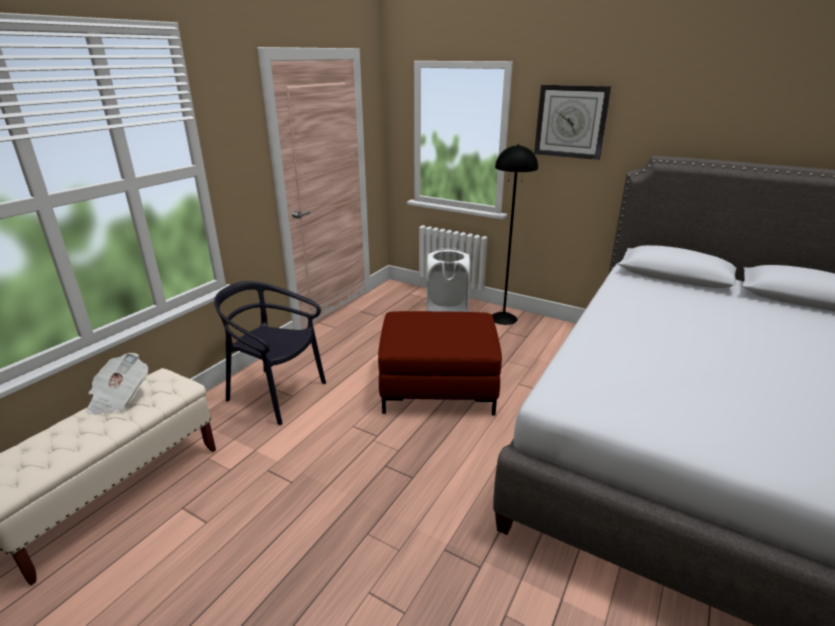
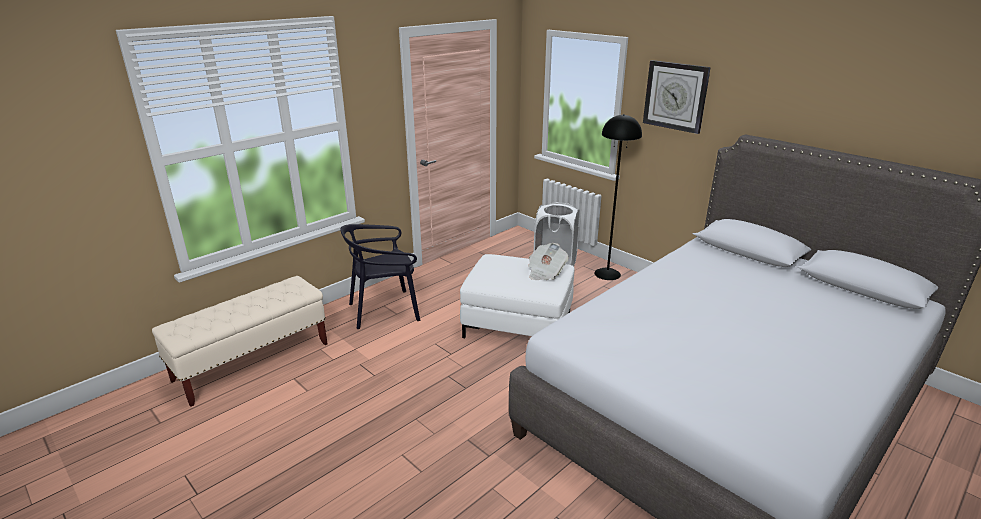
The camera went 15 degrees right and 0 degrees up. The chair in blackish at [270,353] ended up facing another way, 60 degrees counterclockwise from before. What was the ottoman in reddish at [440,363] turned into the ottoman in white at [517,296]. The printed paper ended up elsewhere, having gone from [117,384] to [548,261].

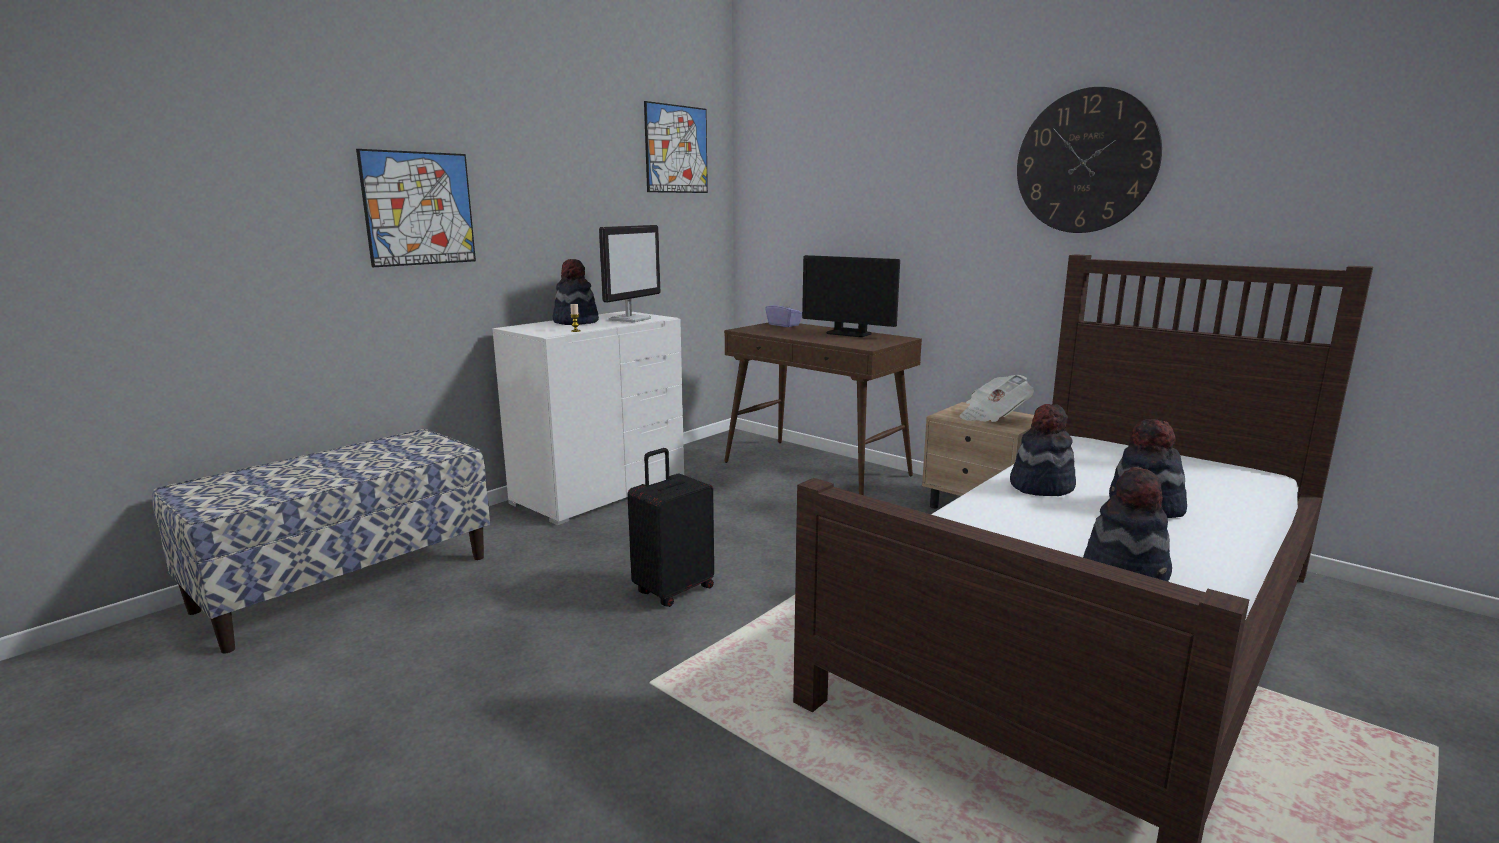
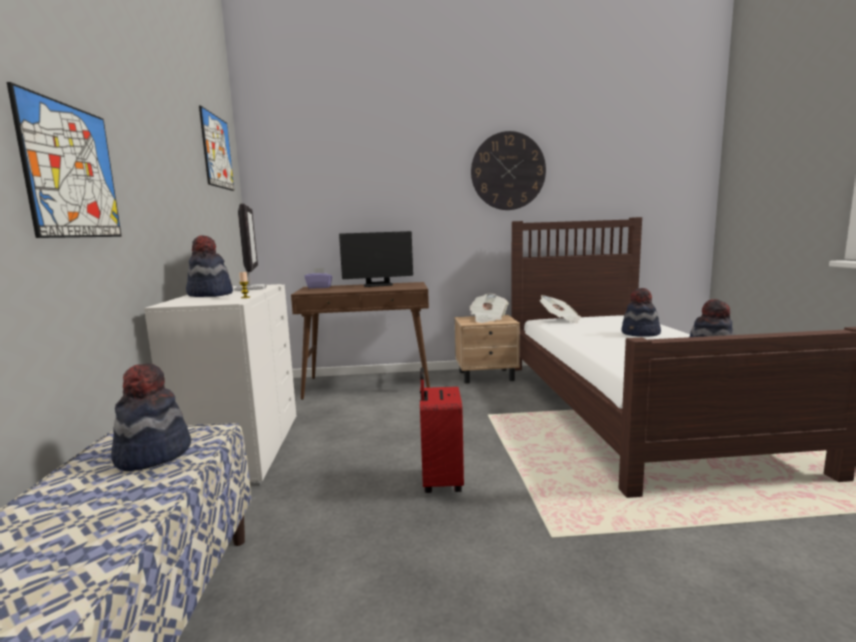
The camera went 45 degrees left and 5 degrees down. The clothing hat ended up elsewhere, having gone from [1043,450] to [151,417]. What was the travel case in blackish at [670,527] turned into the travel case in reddish at [442,430]. The second view gained the printed paper at [560,309].

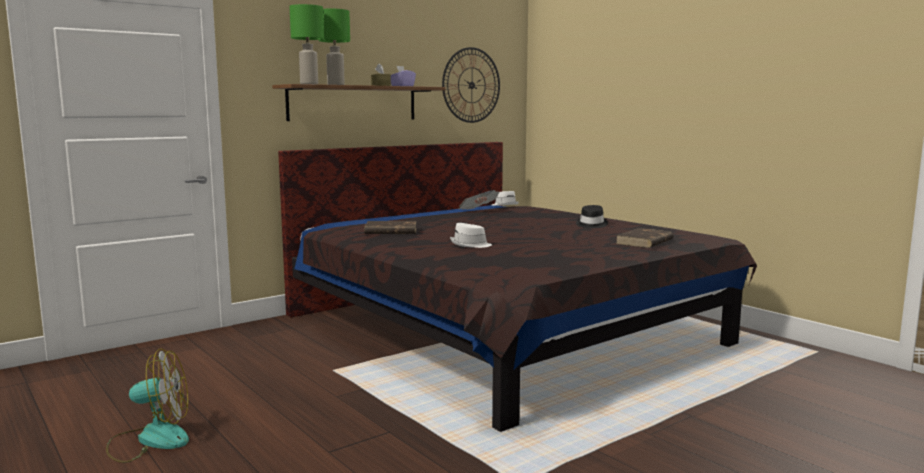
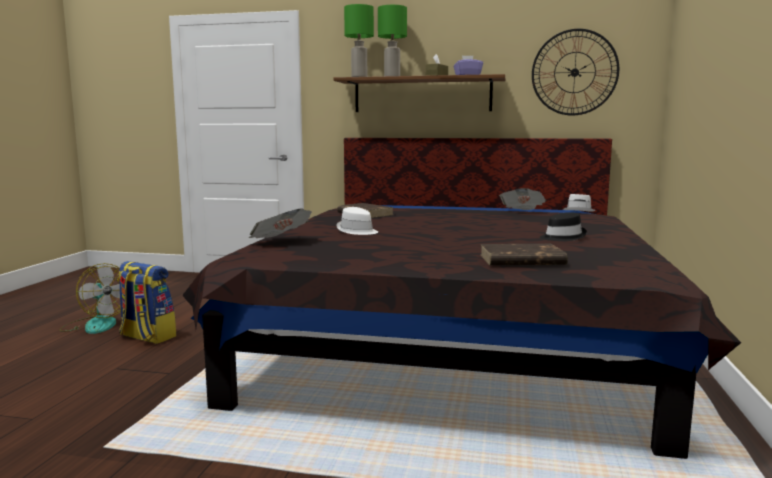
The camera went 50 degrees right and 0 degrees up. The second view gained the printed paper at [280,223]. The second view gained the knapsack at [146,302].

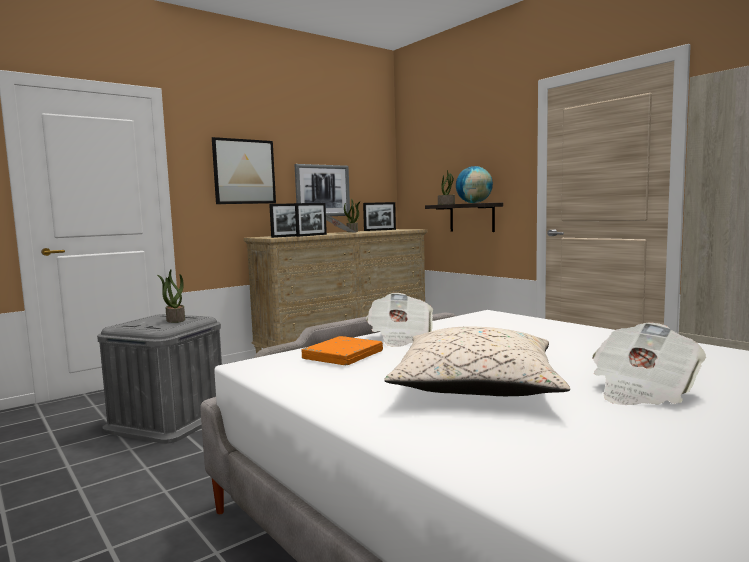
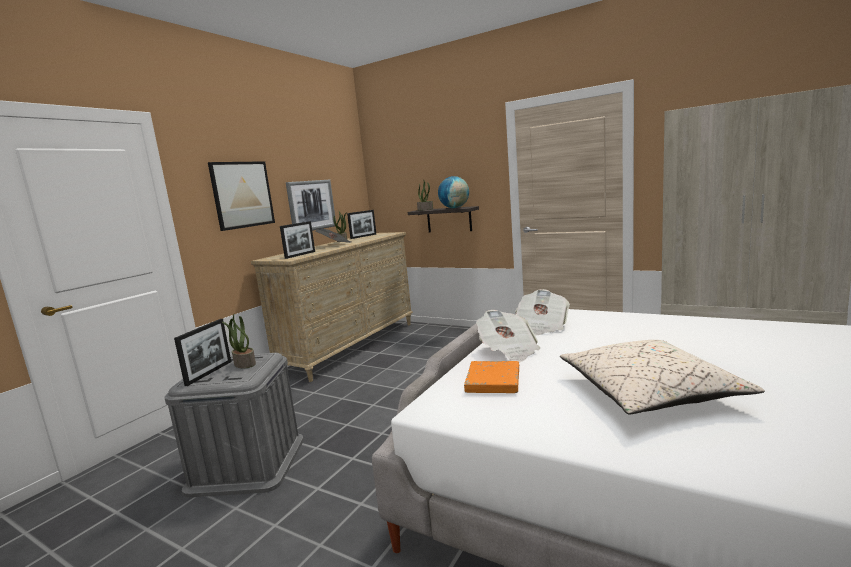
The camera went 20 degrees left and 5 degrees up. The picture frame ended up elsewhere, having gone from [311,220] to [202,352]. The printed paper ended up elsewhere, having gone from [649,363] to [542,312].

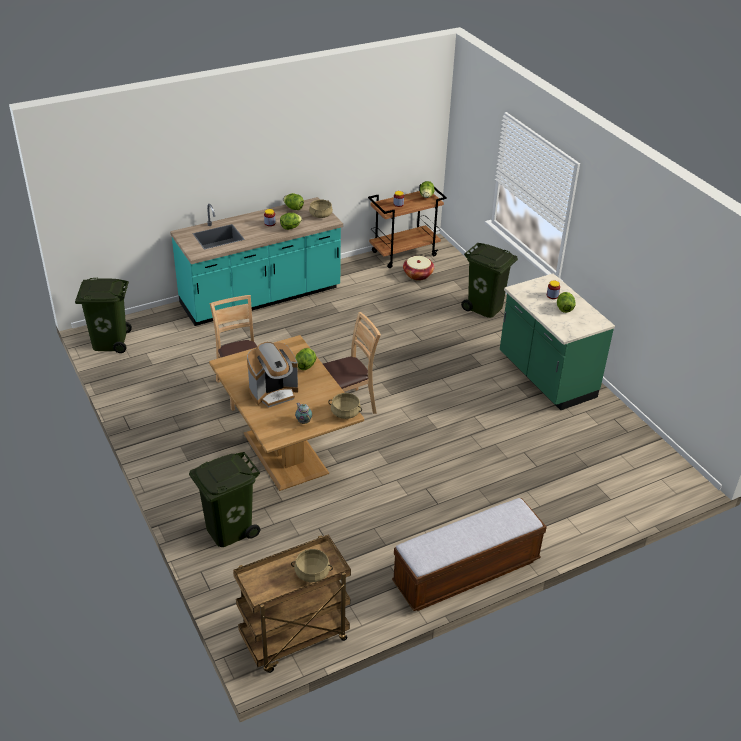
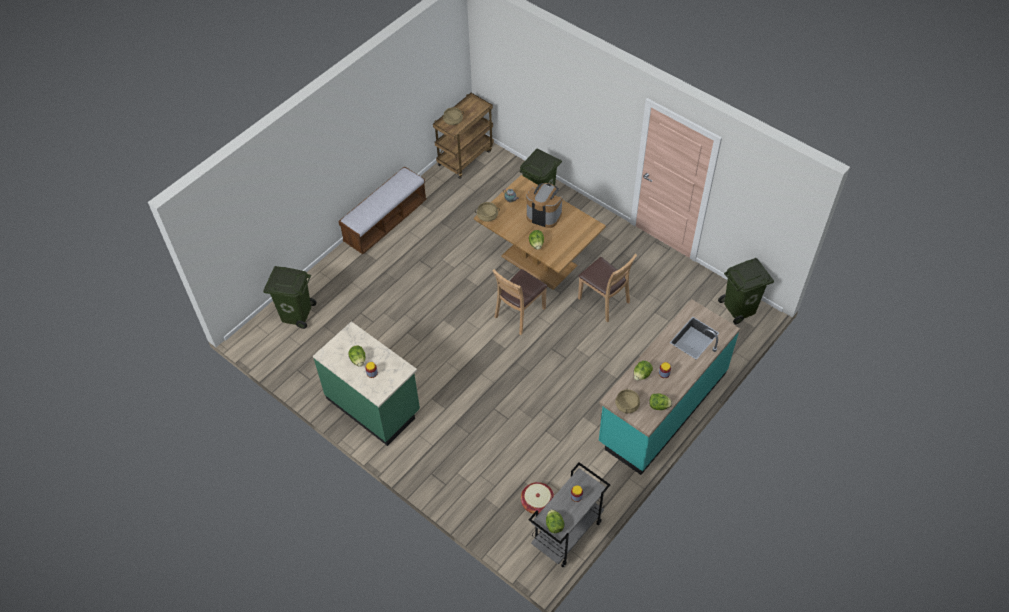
The camera went 160 degrees right and 15 degrees up. What was the cart in brownish at [407,226] turned into the cart in grey at [569,514]. The waste bin in green ended up elsewhere, having gone from [489,280] to [290,297]. The coffee maker at [272,374] ended up facing another way, 75 degrees clockwise from before.

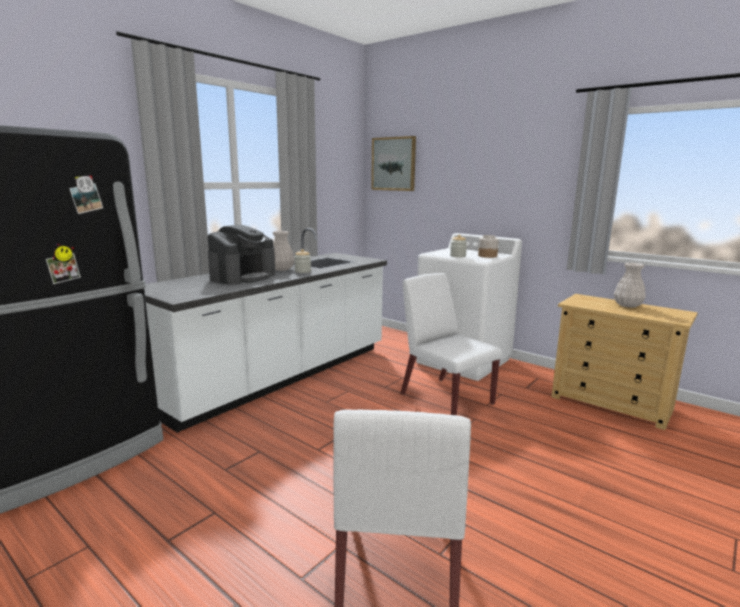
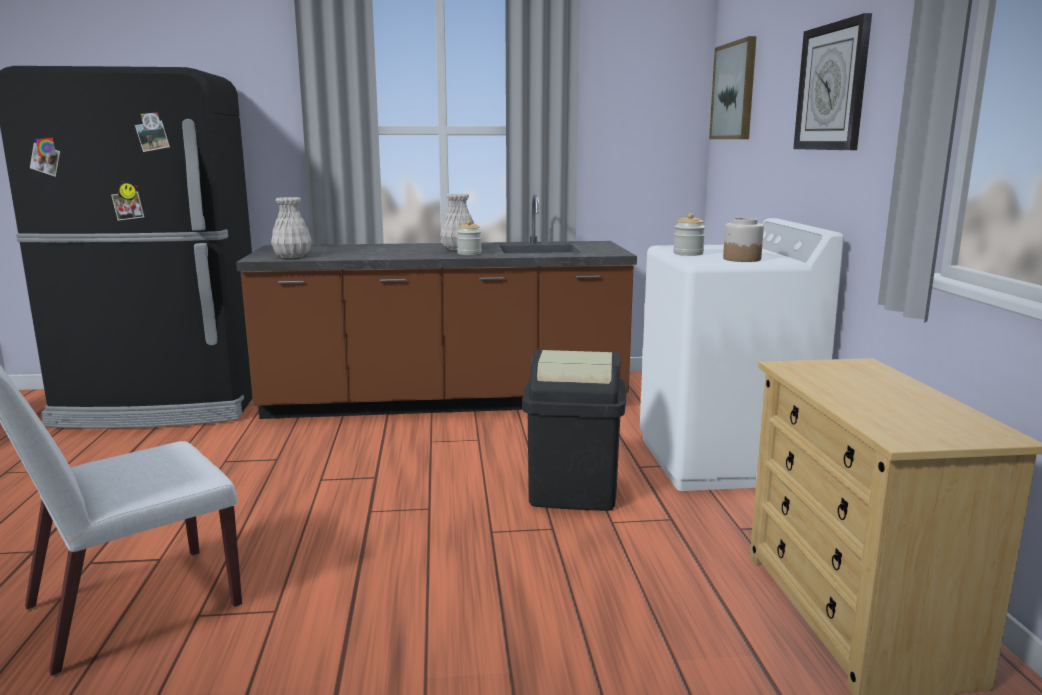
The camera went 45 degrees right and 0 degrees up. The second view lost the coffee maker at [241,255]. What was the kitchen base unit in white at [265,330] turned into the kitchen base unit in brownish at [436,307]. The vase in white ended up elsewhere, having gone from [630,285] to [291,227]. Where the chair in white stood at [451,344], the waste bin in blackish came to stand at [574,430]. The second view gained the wall clock at [832,81].

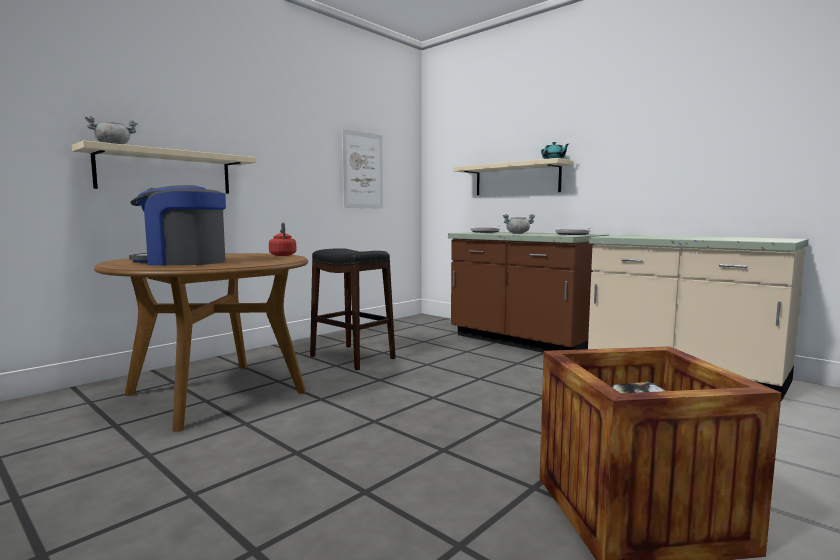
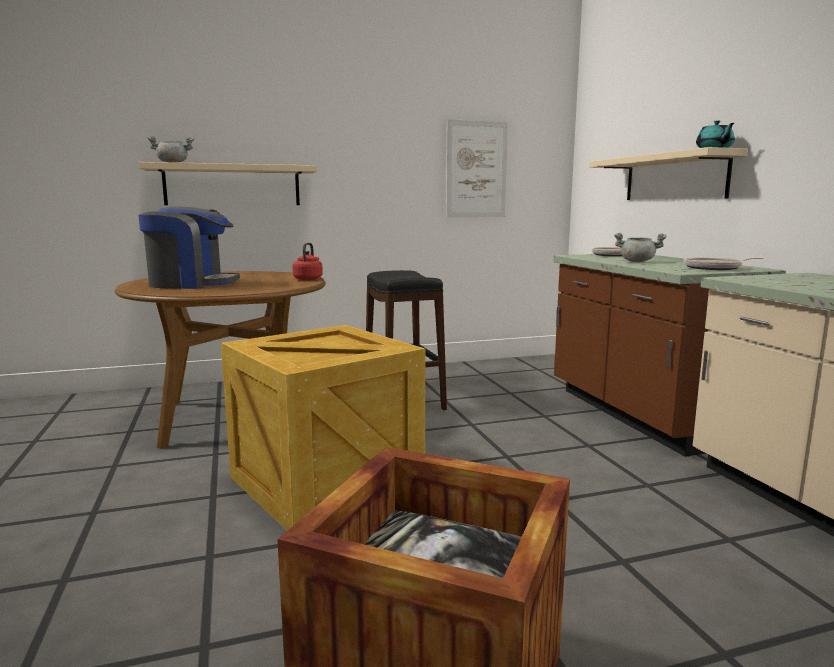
The camera went 30 degrees right and 5 degrees up. The coffee maker at [177,225] ended up facing another way, 150 degrees clockwise from before. The second view gained the crate at [323,427].

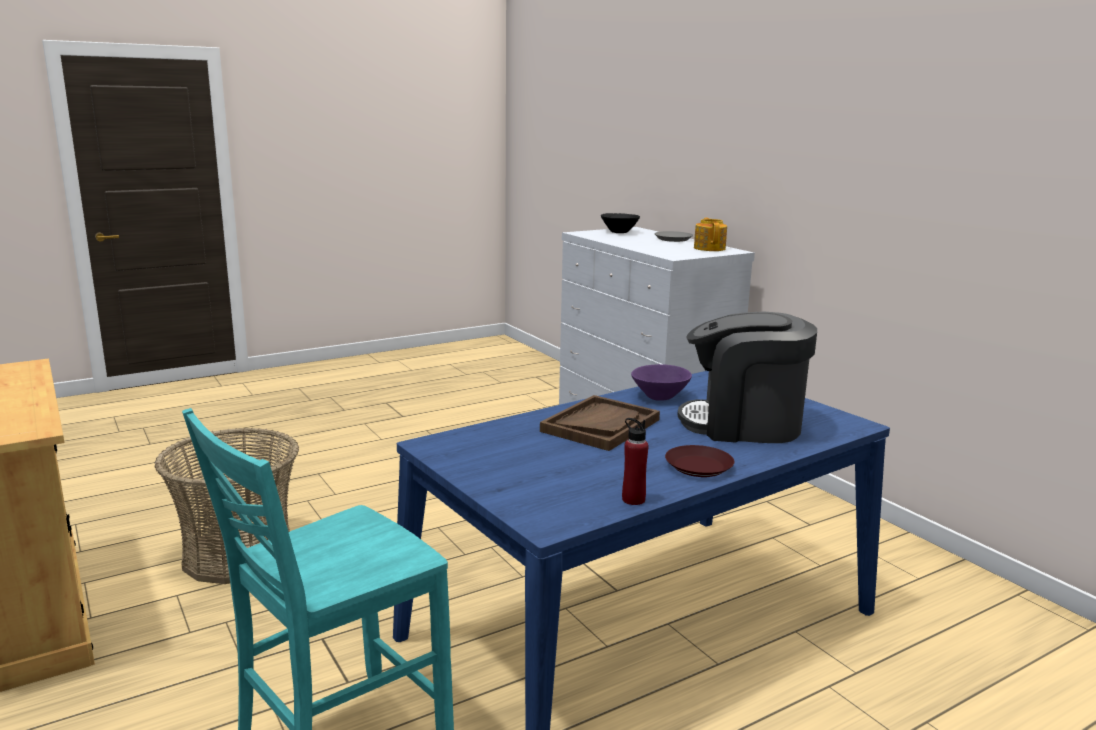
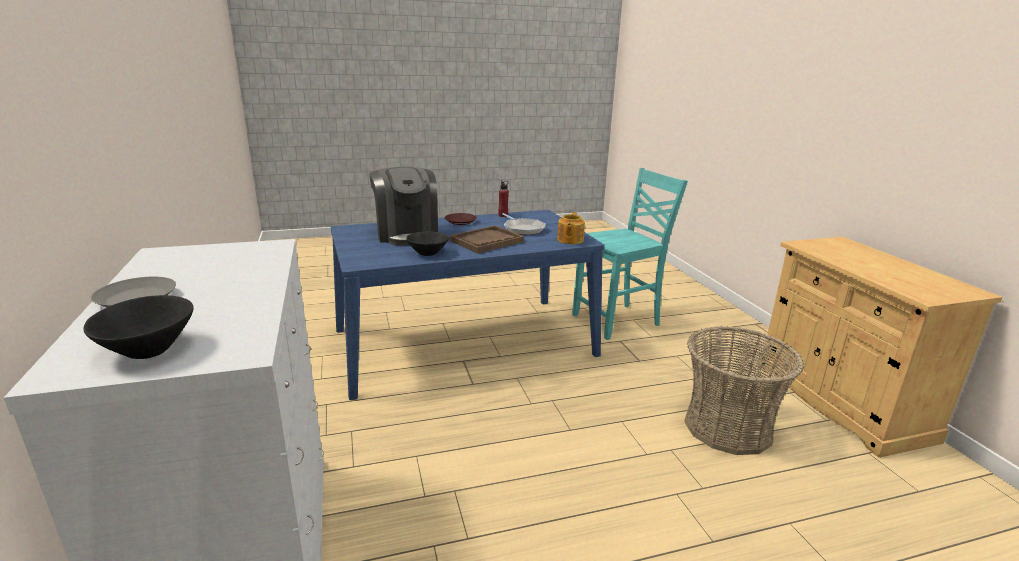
The camera went 165 degrees left and 5 degrees up. The pot for tea ended up elsewhere, having gone from [710,234] to [571,228]. The coffee maker at [747,377] ended up facing another way, 45 degrees clockwise from before. What was the bowl in purple at [661,382] turned into the bowl in blackish at [427,243]. The second view gained the skillet at [524,224].

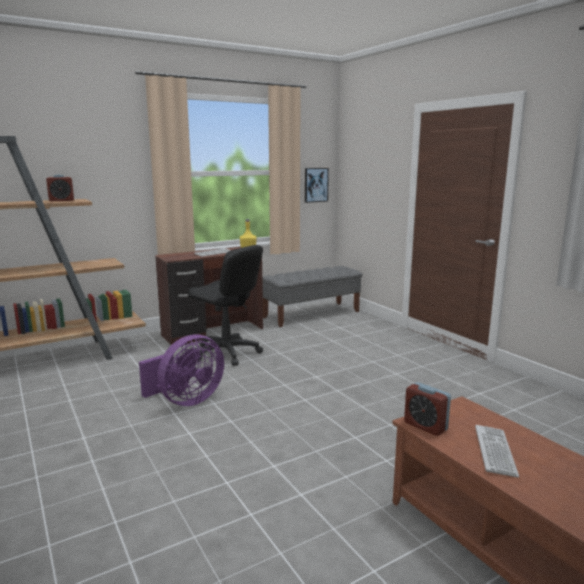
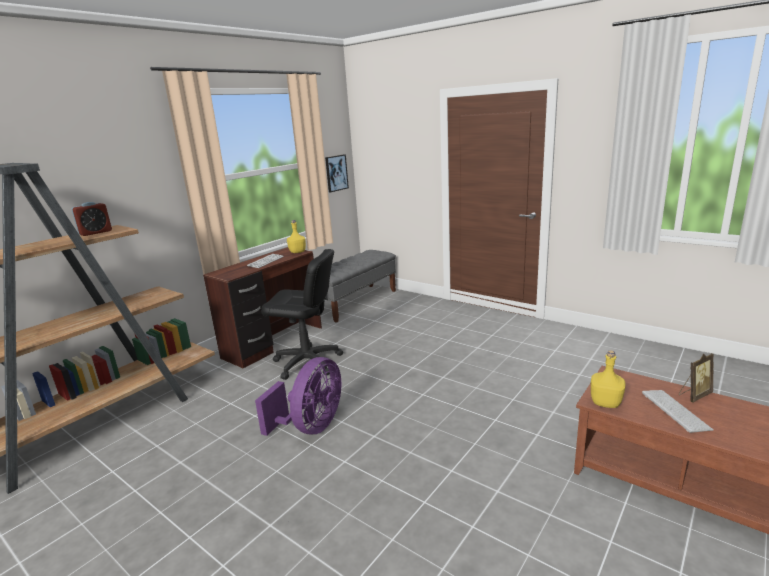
The camera went 20 degrees left and 5 degrees up. Where the alarm clock stood at [427,409], the drink bottle in yellow came to stand at [608,379]. The second view gained the picture frame at [696,377].

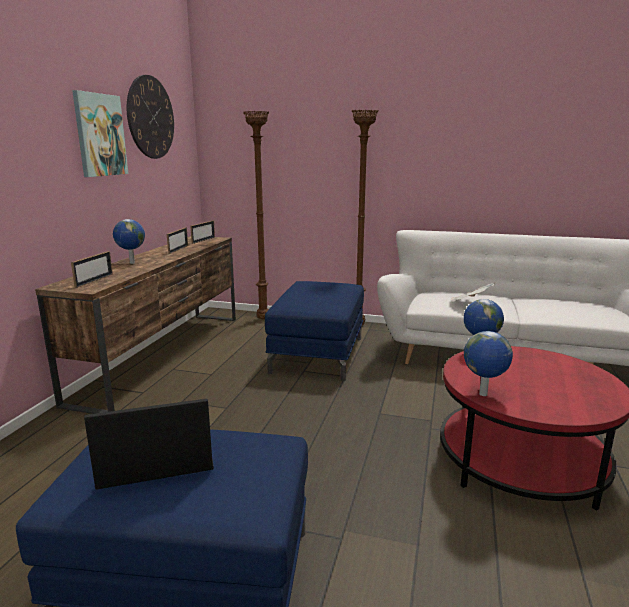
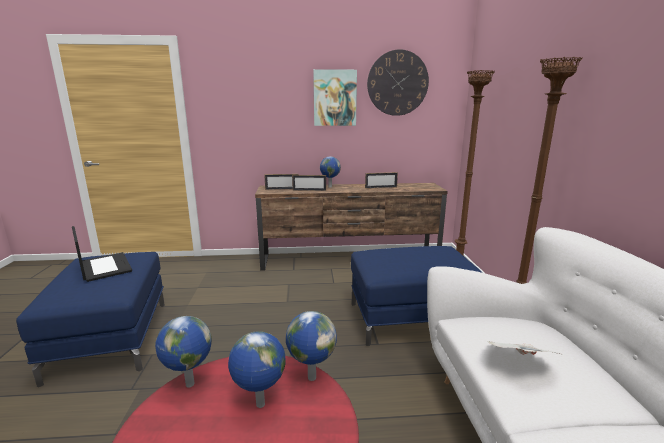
The camera went 70 degrees right and 0 degrees up. The picture frame ended up elsewhere, having gone from [202,232] to [309,183]. The second view gained the world globe at [257,369].

